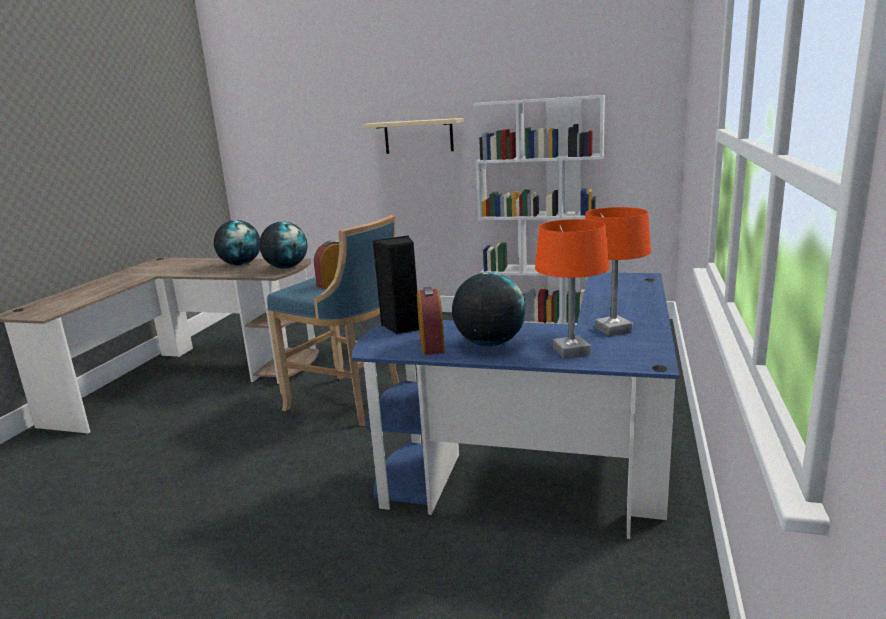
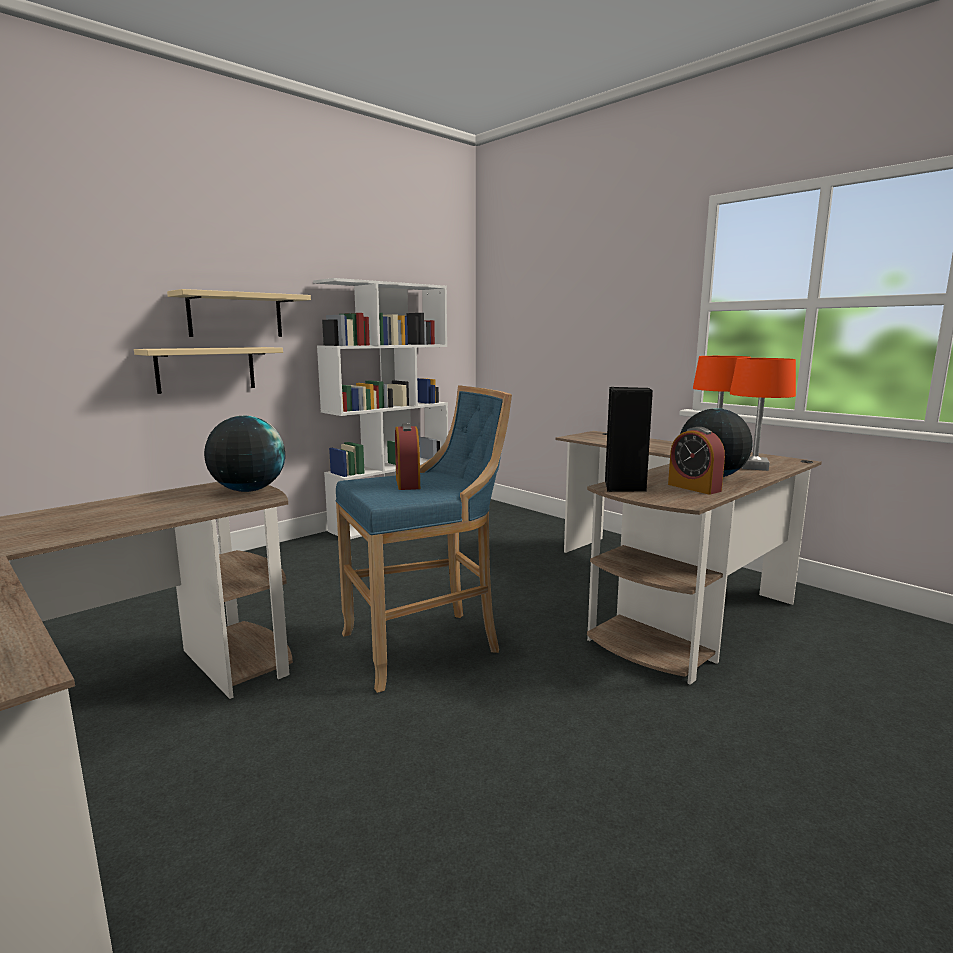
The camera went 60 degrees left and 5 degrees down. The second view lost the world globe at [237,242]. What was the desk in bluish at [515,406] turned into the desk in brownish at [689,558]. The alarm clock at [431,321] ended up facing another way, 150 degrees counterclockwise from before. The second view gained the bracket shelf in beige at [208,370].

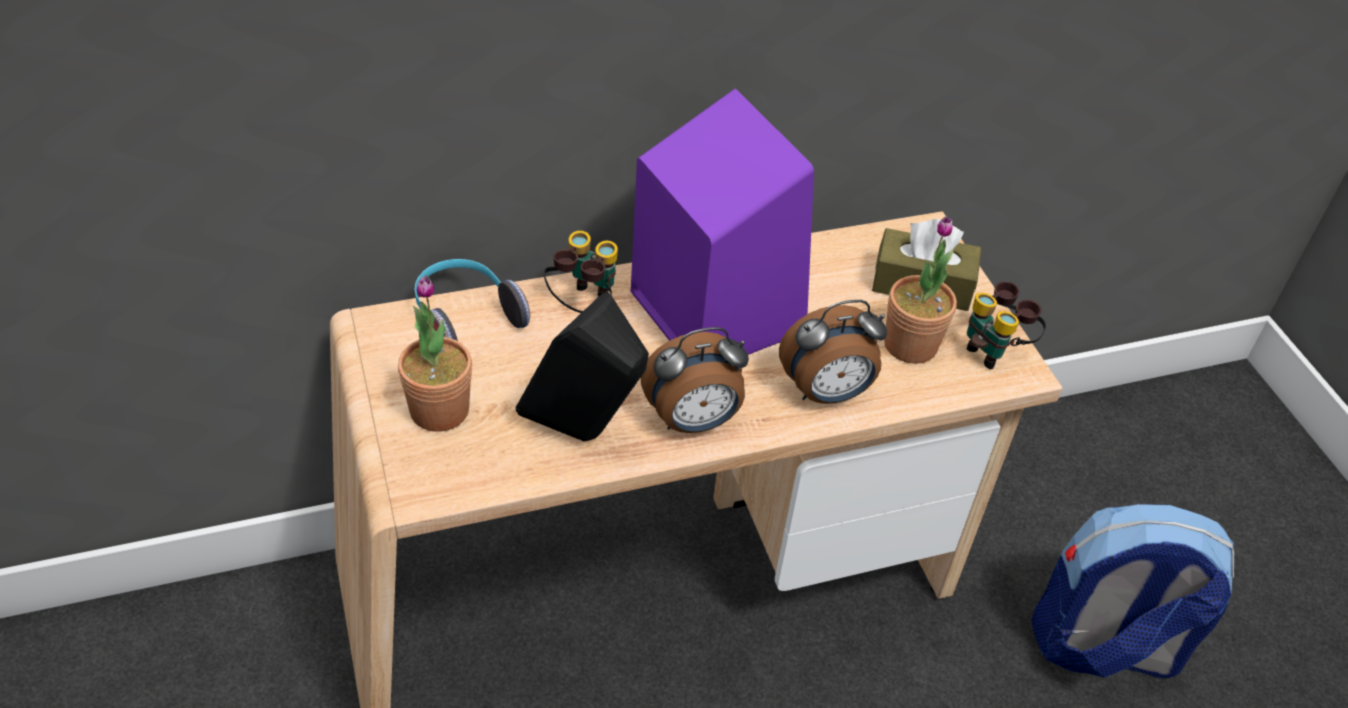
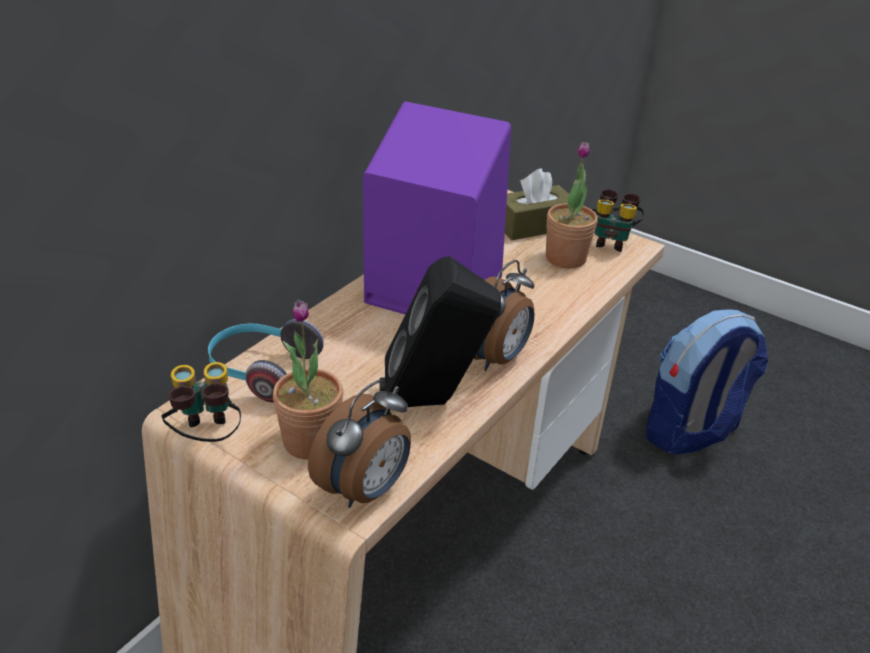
The camera went 35 degrees left and 10 degrees down. The pair of binoculars ended up elsewhere, having gone from [581,272] to [201,402]. The alarm clock ended up elsewhere, having gone from [833,352] to [359,444].

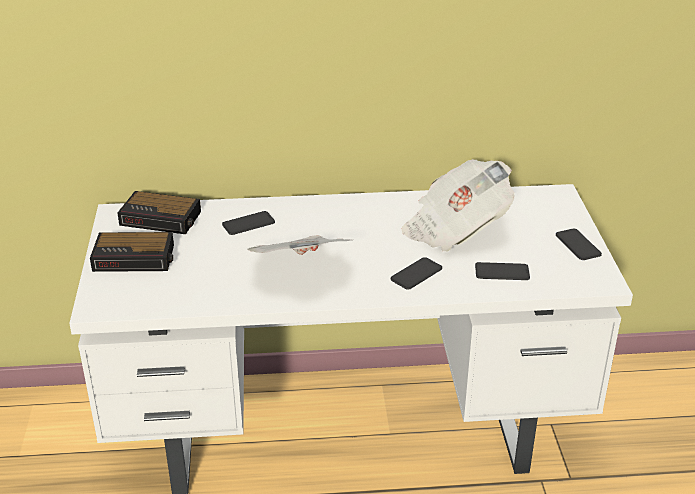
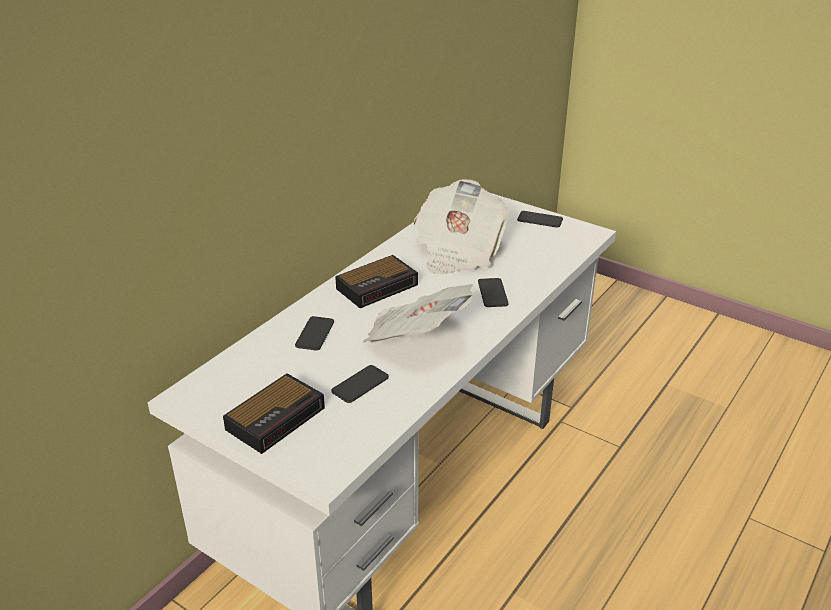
The camera went 50 degrees left and 0 degrees up. The alarm clock ended up elsewhere, having gone from [159,212] to [376,281]. The phone ended up elsewhere, having gone from [502,271] to [360,384].

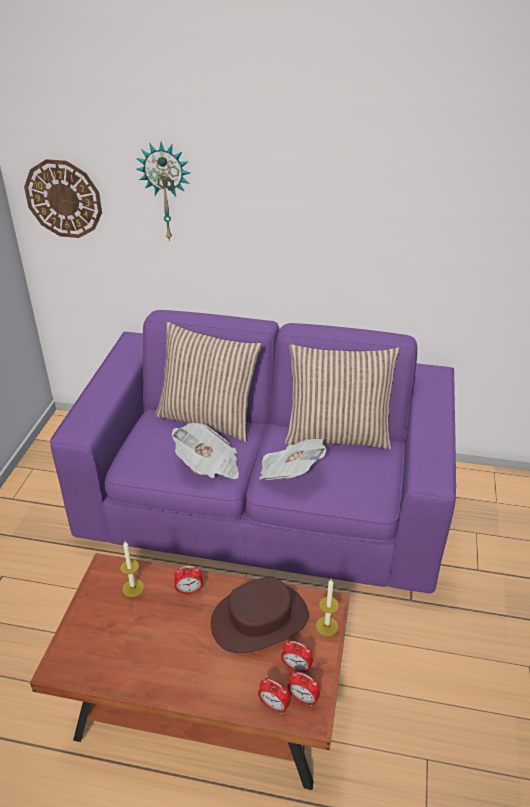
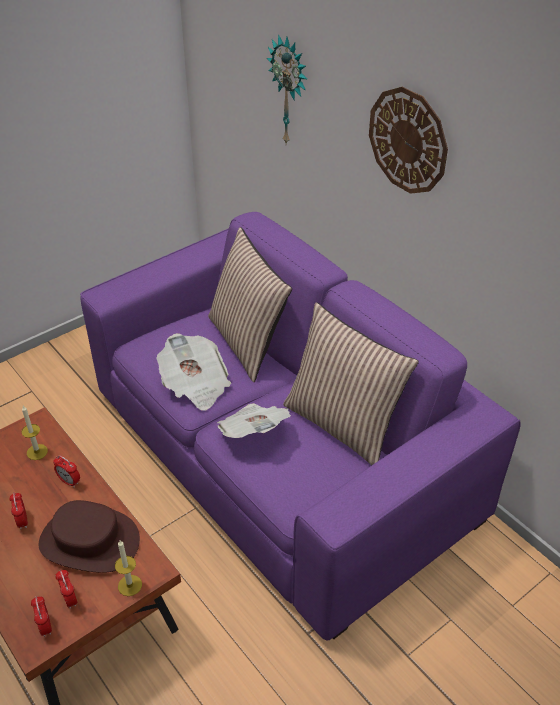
The camera went 40 degrees right and 5 degrees up. The wall clock ended up elsewhere, having gone from [63,198] to [408,140]. The alarm clock ended up elsewhere, having gone from [274,696] to [18,510].

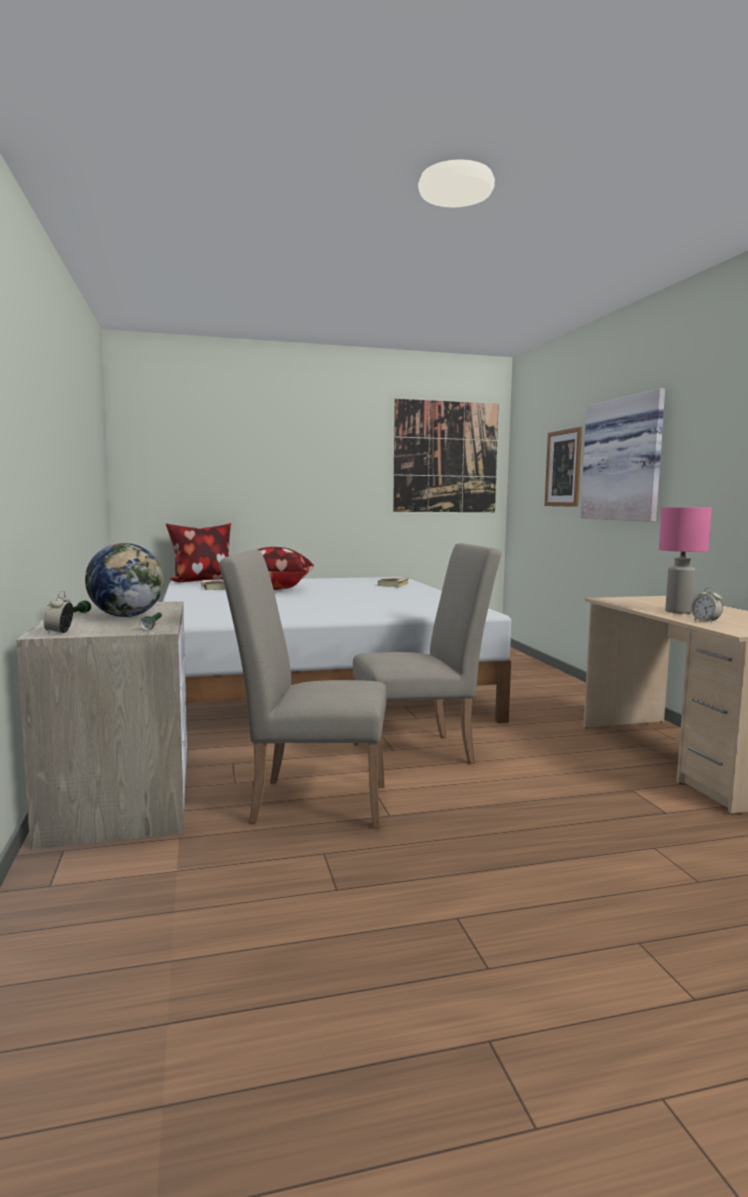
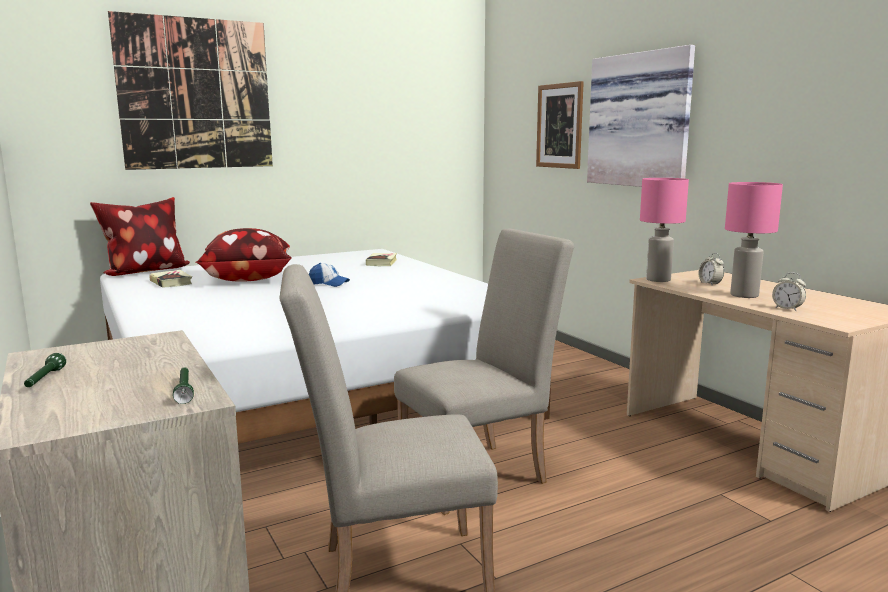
The camera went 15 degrees left and 5 degrees up. The wall picture ended up elsewhere, having gone from [446,455] to [190,90]. The second view lost the world globe at [124,580]. The alarm clock ended up elsewhere, having gone from [58,612] to [711,269]. The second view gained the tabletop lamp in pink-coloured at [664,230]. The second view gained the peaked cap at [329,275].

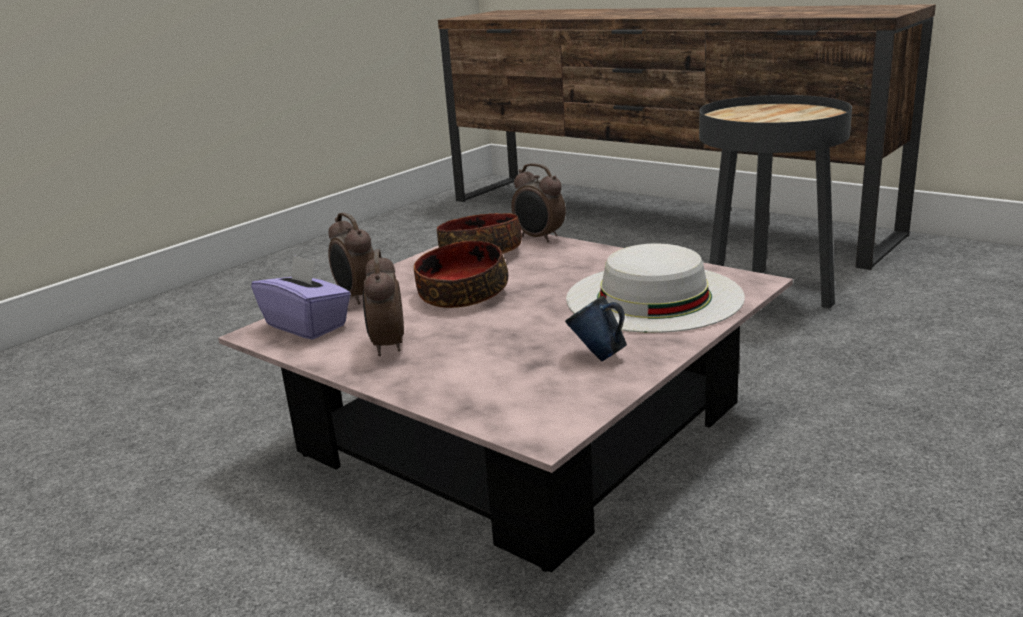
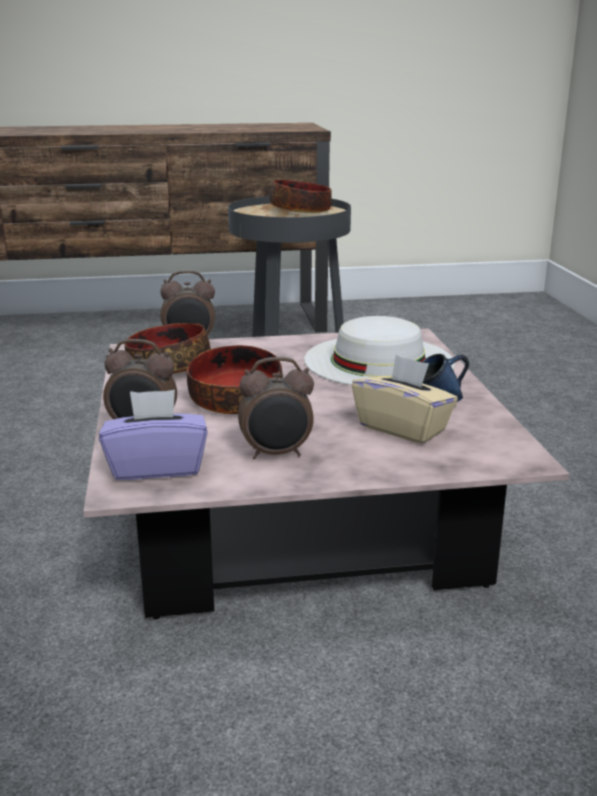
The camera went 50 degrees left and 0 degrees up. The alarm clock at [383,302] ended up facing another way, 45 degrees counterclockwise from before. The second view gained the bowl at [300,196]. The second view gained the tissue box in beige at [405,399].

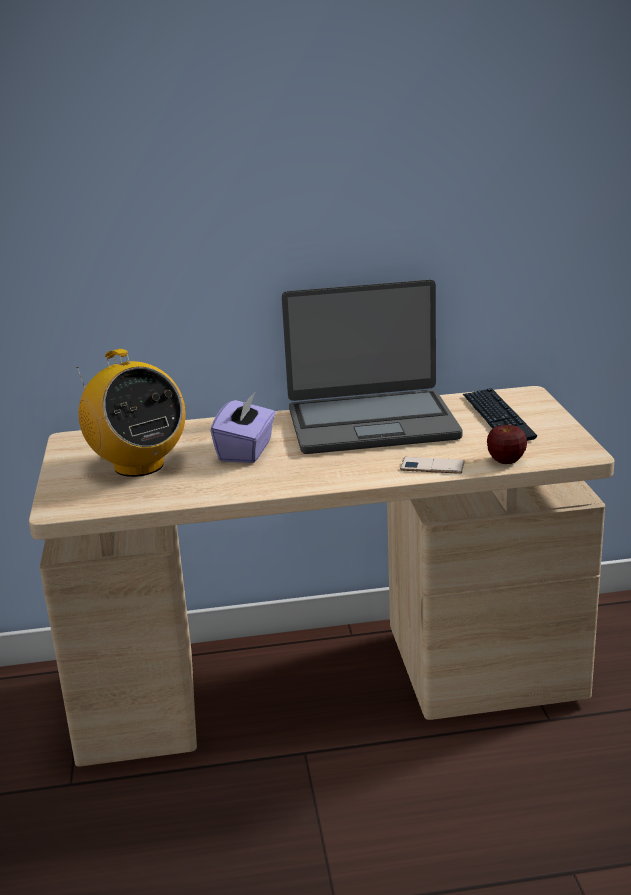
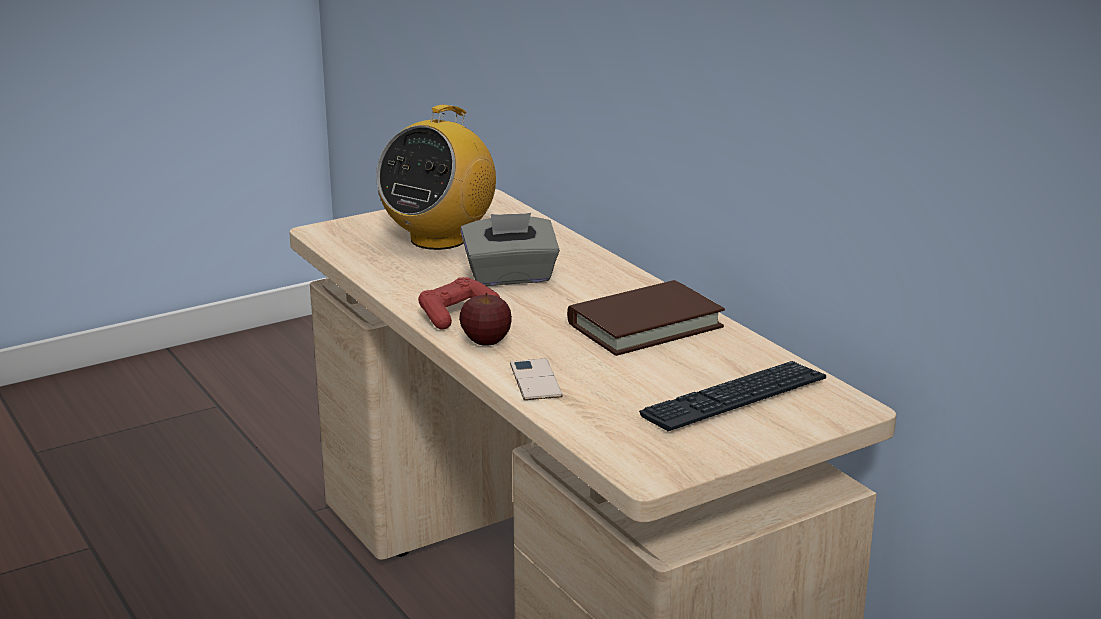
The camera went 65 degrees right and 0 degrees up. Where the notebook computer stood at [372,367], the book in brownish came to stand at [646,318]. What was the tissue box in purple at [242,428] turned into the tissue box in grey at [510,249]. The apple ended up elsewhere, having gone from [507,443] to [485,319]. The second view gained the gamepad in reddish at [459,303].

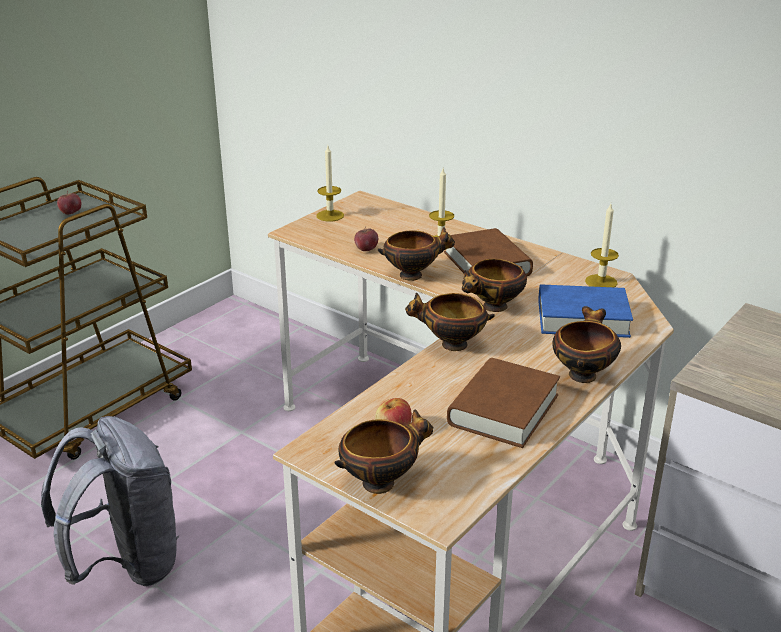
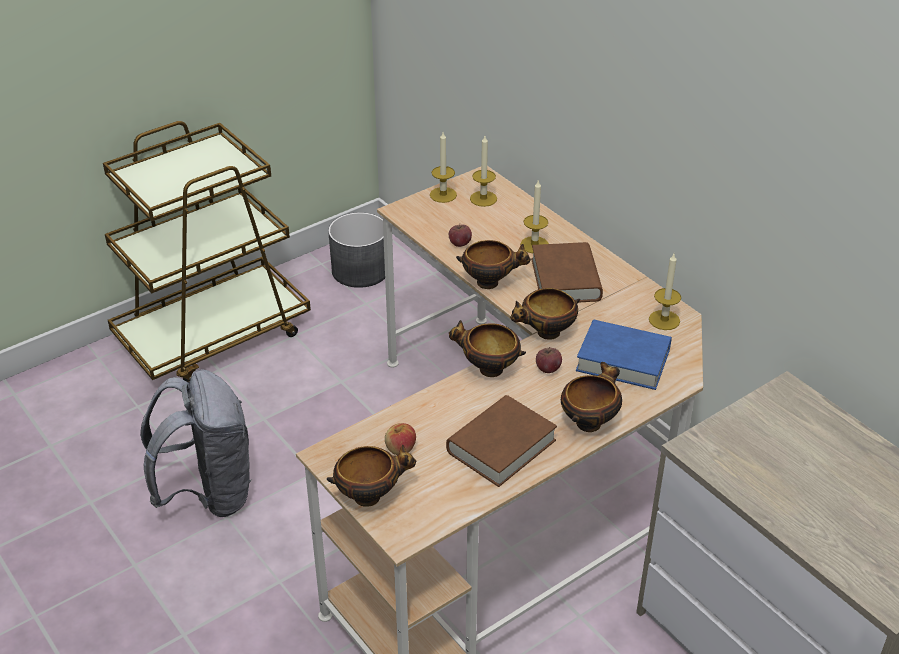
The camera went 15 degrees right and 10 degrees up. The apple ended up elsewhere, having gone from [69,203] to [549,360]. The second view gained the candle at [483,171]. The second view gained the plant pot in grey at [356,250].

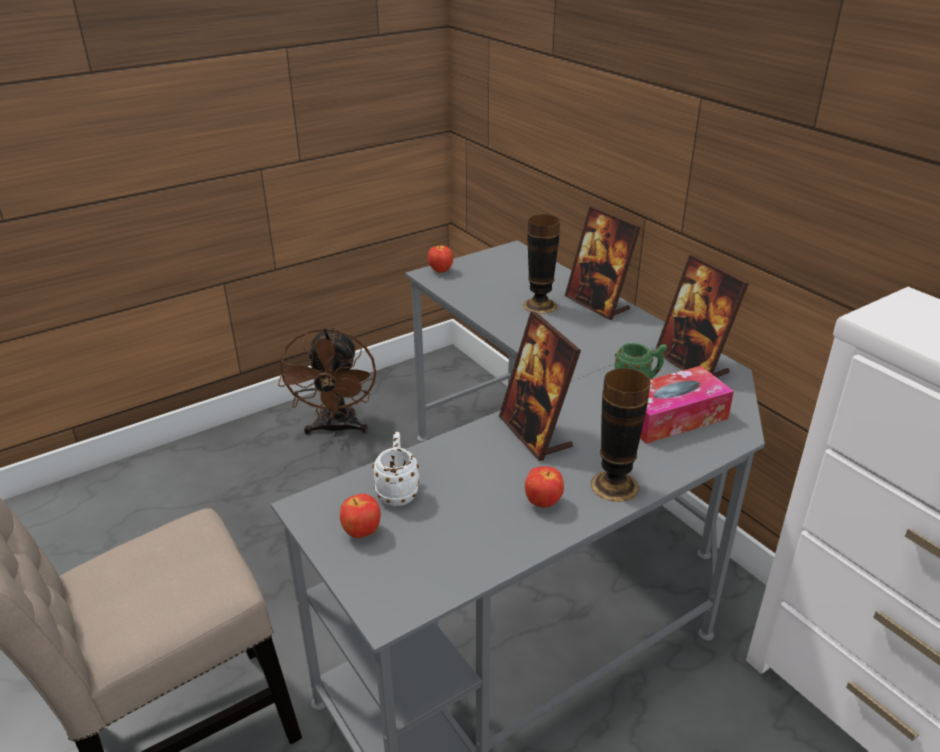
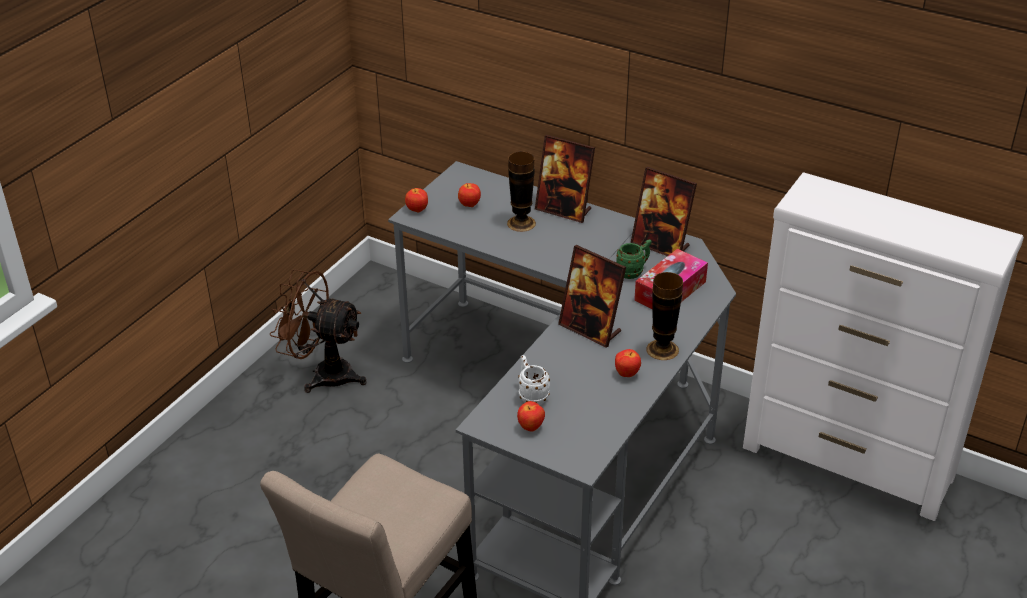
The camera went 25 degrees left and 5 degrees up. The electric fan in brownish at [327,382] ended up facing another way, 135 degrees clockwise from before. The second view gained the apple at [469,195].

